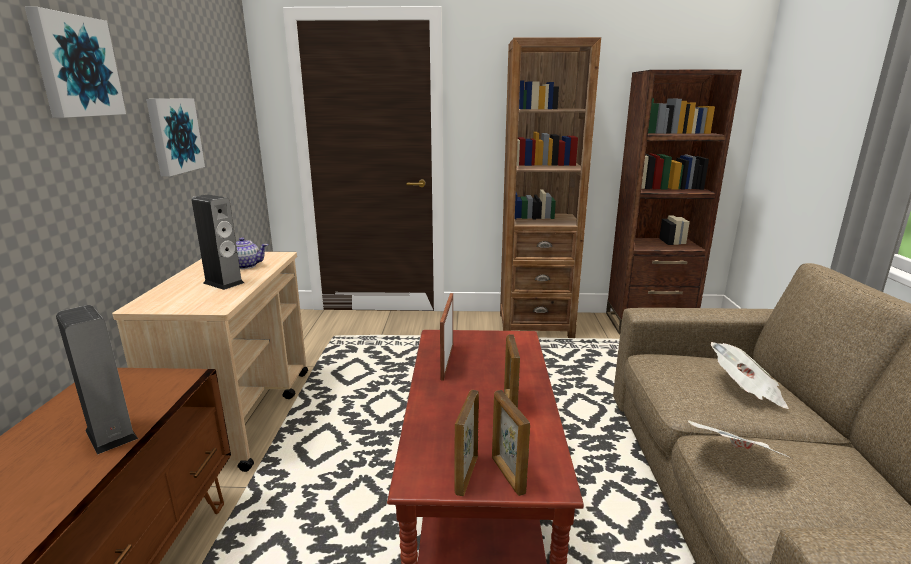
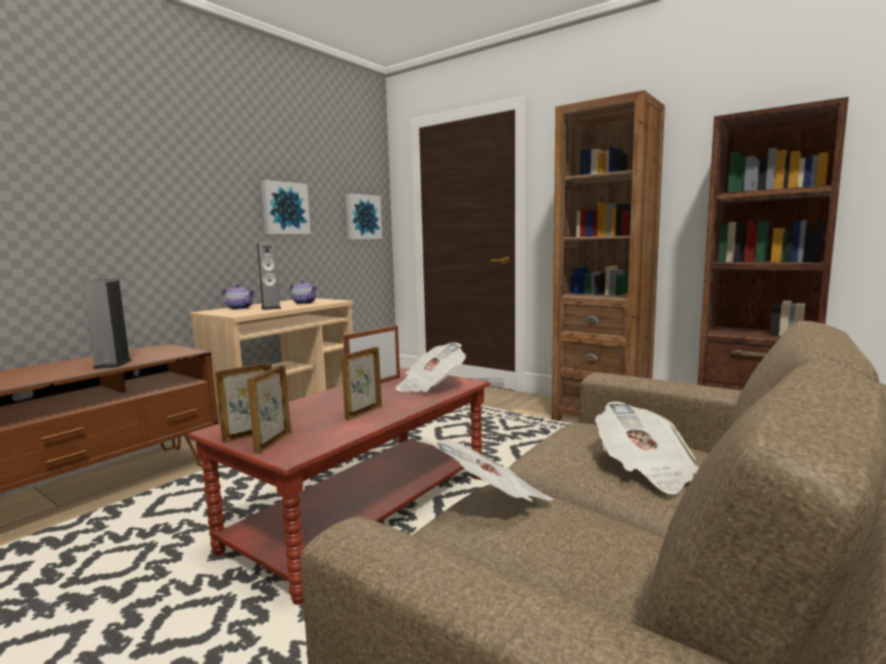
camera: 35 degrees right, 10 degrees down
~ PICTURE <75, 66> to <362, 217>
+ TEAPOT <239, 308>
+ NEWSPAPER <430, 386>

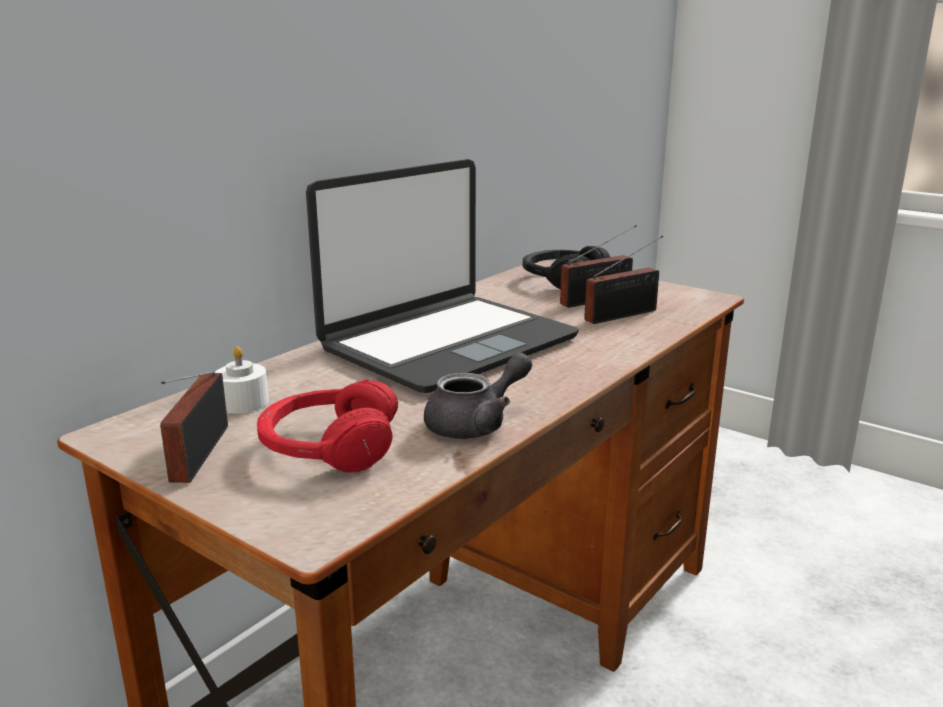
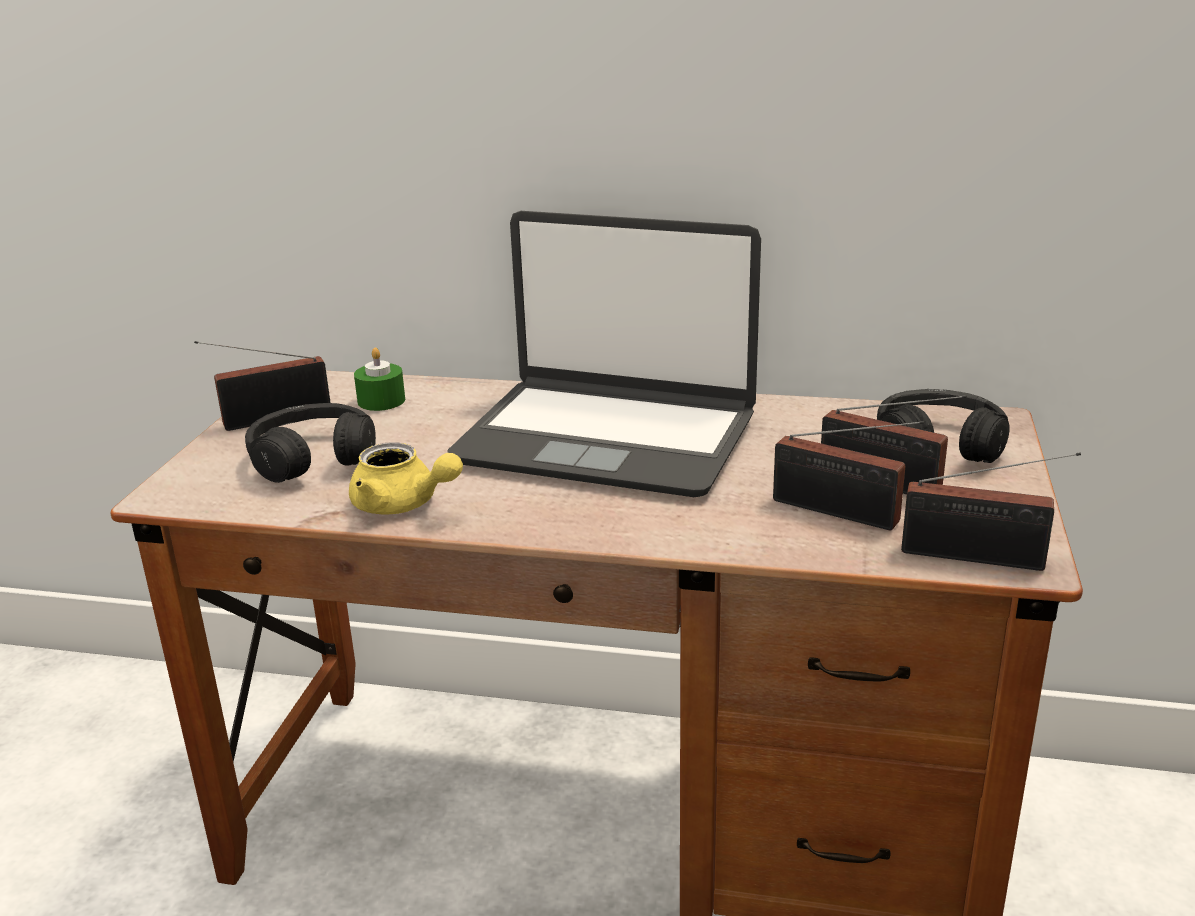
camera: 65 degrees right, 5 degrees up
~ WHITE CANDLE <243, 402> to GREEN CANDLE <381, 401>
~ RED HEADPHONES <329, 448> to BLACK HEADPHONES <313, 458>
~ GREY TEAPOT <476, 424> to YELLOW TEAPOT <403, 505>
+ RADIO <980, 558>

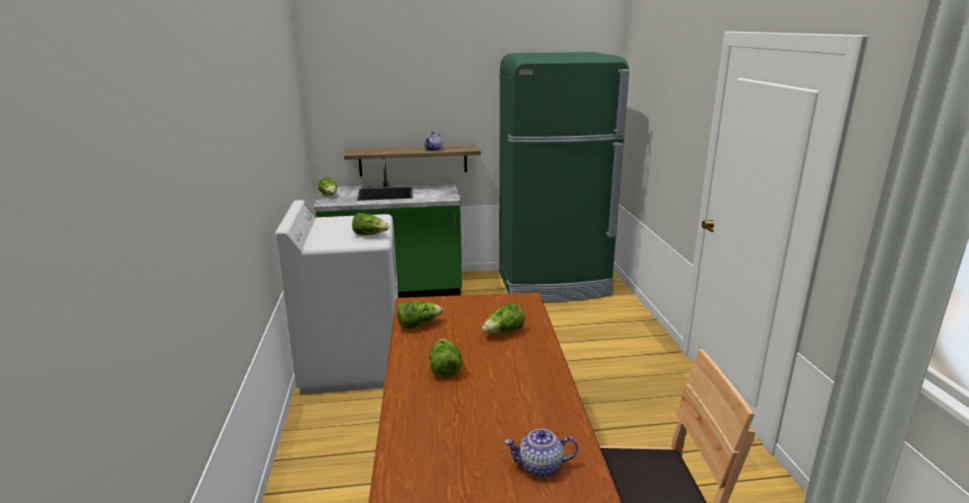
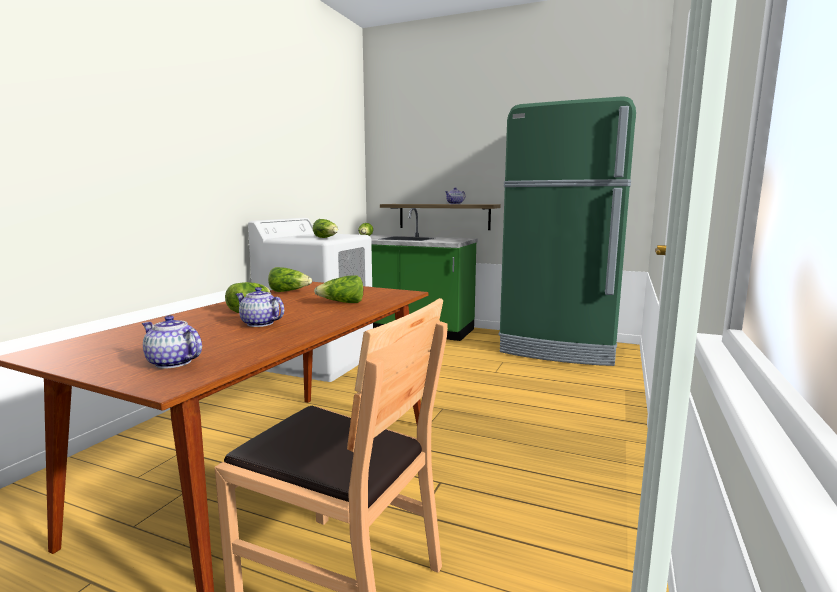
camera: 30 degrees right, 10 degrees down
+ TEAPOT <260, 324>

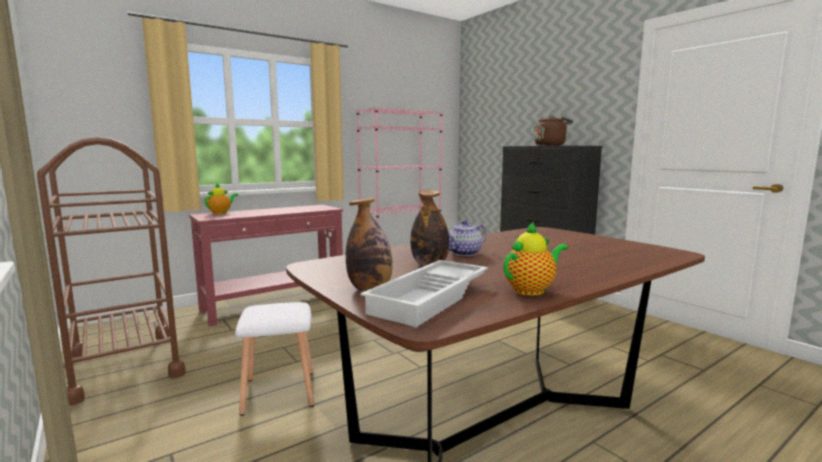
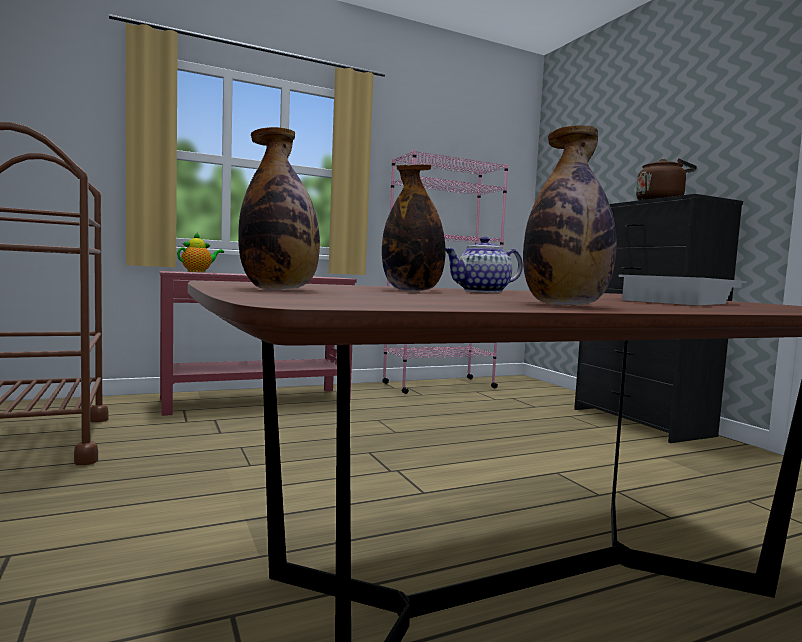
camera: 10 degrees right, 5 degrees down
- WHITE STOOL <278, 391>
~ WHITE TRAY <431, 299> to <687, 301>
~ TEAPOT <531, 290> to BOTTLE <565, 305>

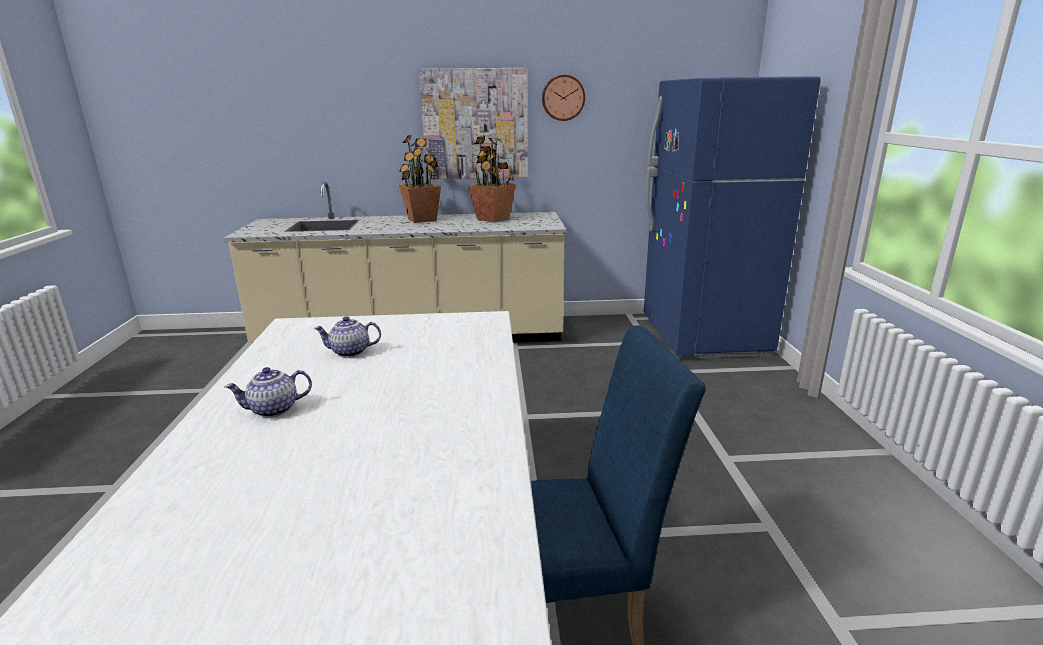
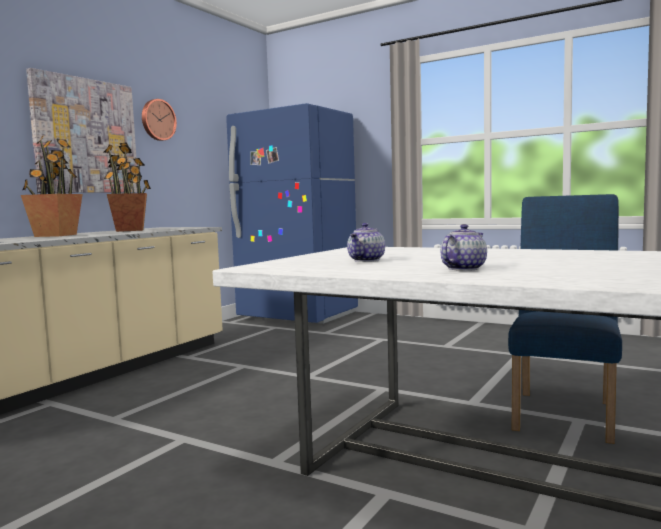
camera: 55 degrees left, 15 degrees down
~ TEAPOT <273, 410> = <462, 269> 150 degrees counterclockwise

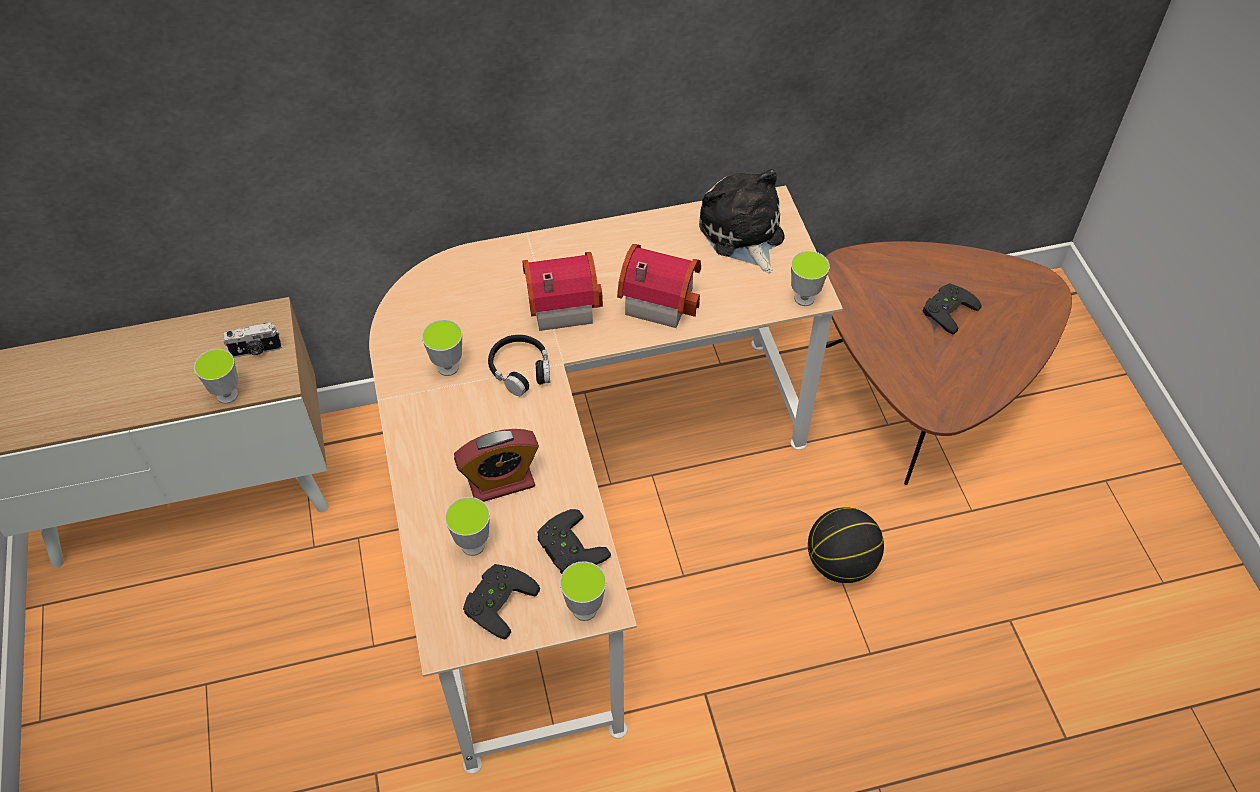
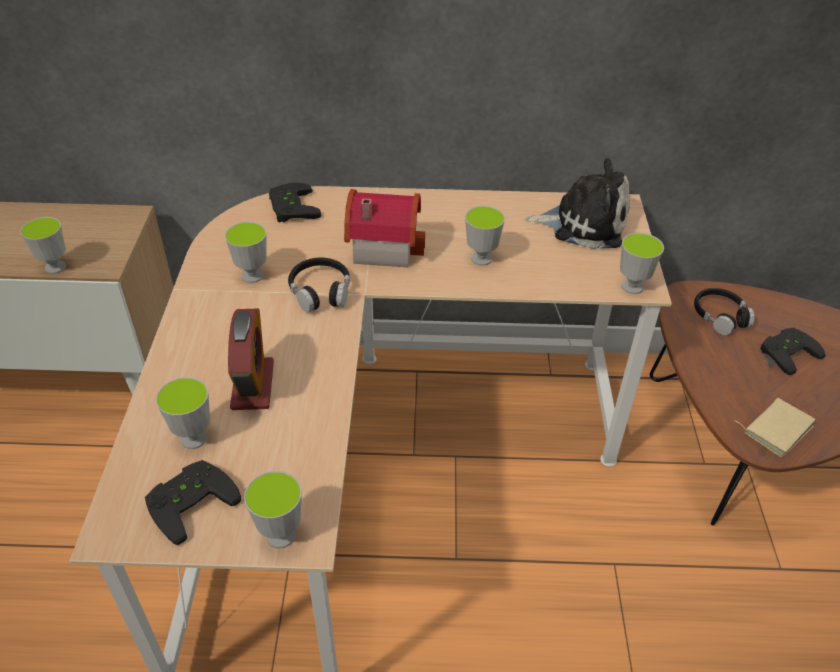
camera: 15 degrees right, 10 degrees down
- PHOTO CAMERA <256, 350>
~ ALARM CLOCK <501, 482> = <253, 385> 90 degrees counterclockwise
~ BLACK GAME CONTROLLER <567, 549> to <290, 207>
~ TOY HOUSE <658, 298> to CUP <481, 259>
~ PLUSH TOY <742, 234> = <584, 223> 105 degrees clockwise
- BASKETBALL <841, 563>
+ BLACK HEADPHONES <720, 316>
+ BEIGE BOOK <776, 428>

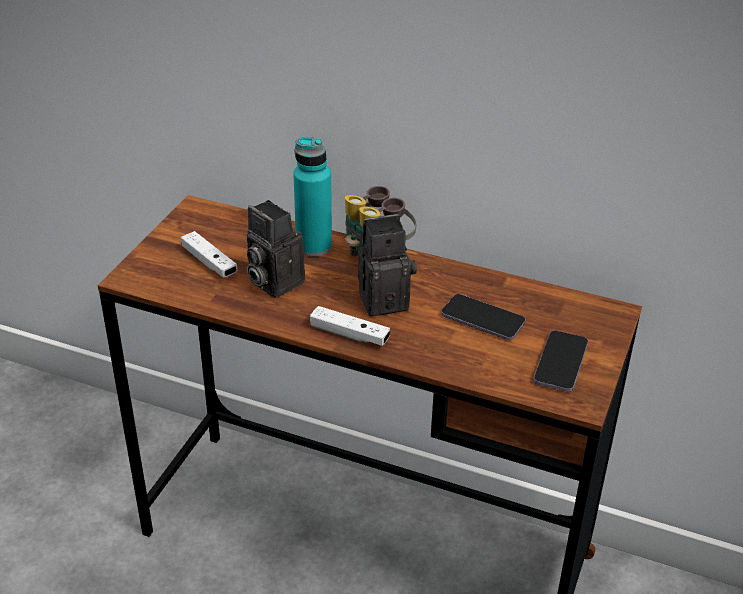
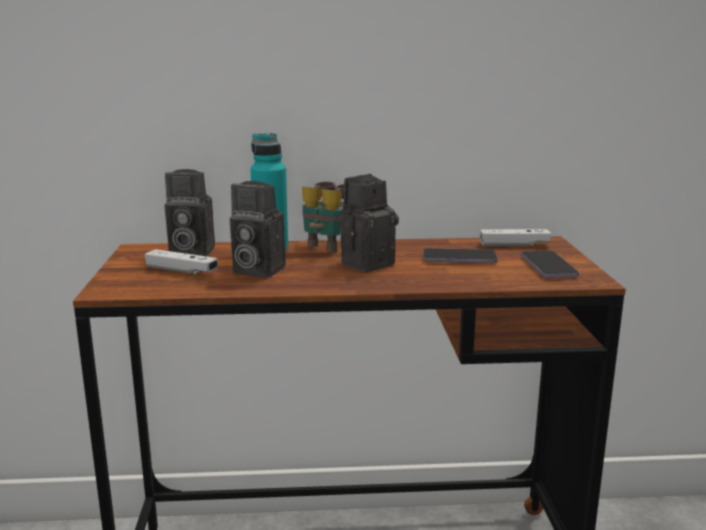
camera: 25 degrees left, 20 degrees down
~ WHITE GAME CONTROLLER <349, 334> to <514, 245>
+ PHOTO CAMERA <189, 252>

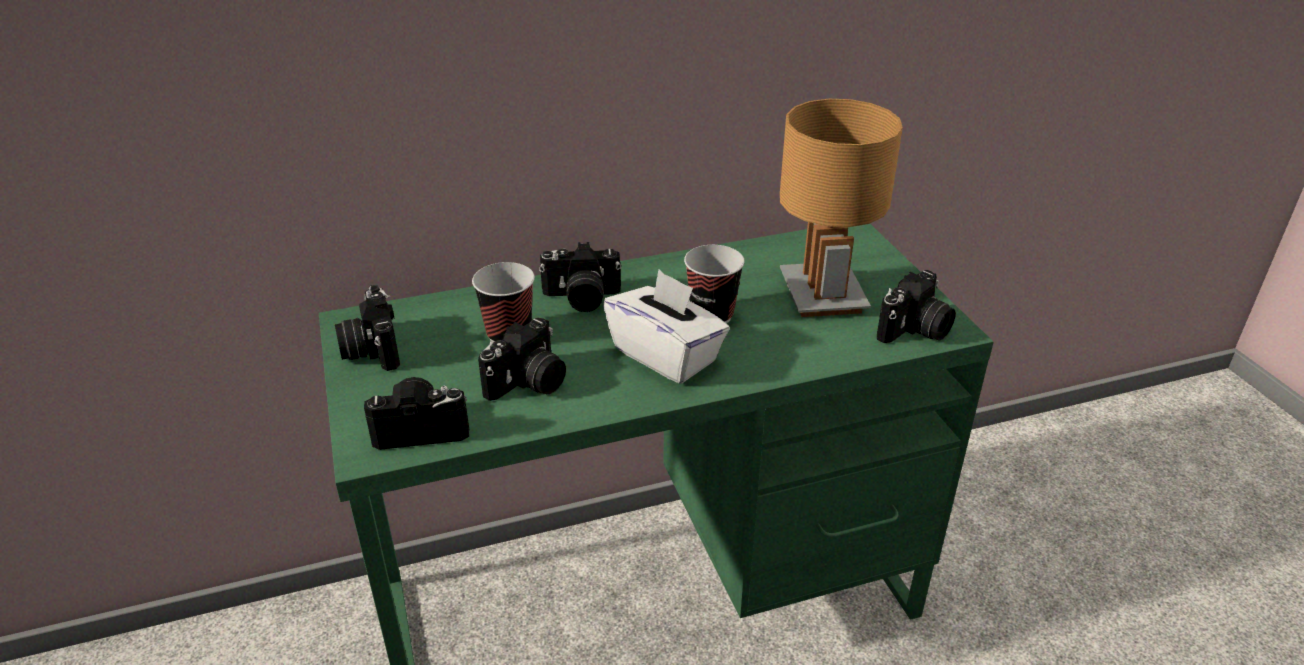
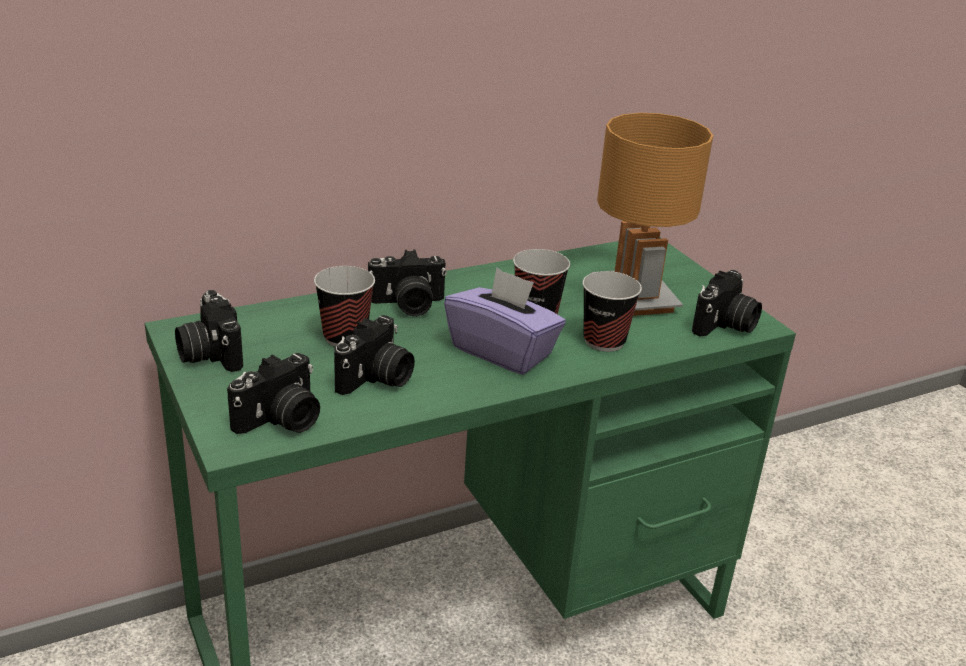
camera: 10 degrees left, 5 degrees down
~ PHOTO CAMERA <421, 428> = <281, 421> 150 degrees clockwise
~ WHITE TISSUE BOX <666, 355> to PURPLE TISSUE BOX <502, 351>
+ CUP <604, 341>

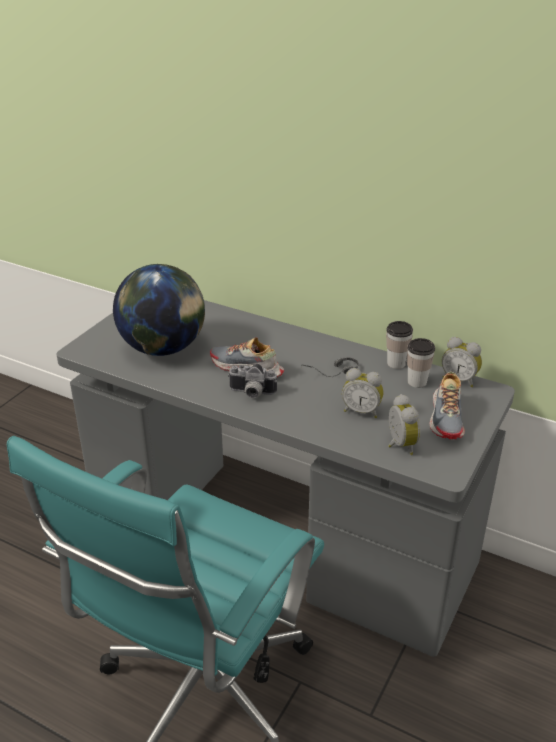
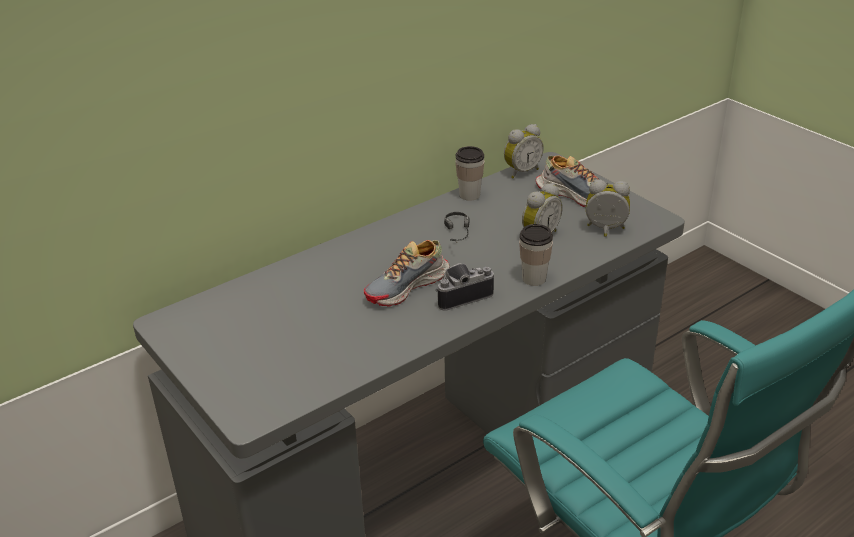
camera: 65 degrees left, 0 degrees up
- GLOBE <163, 349>
~ PHOTO CAMERA <251, 393> = <461, 295> 150 degrees counterclockwise
~ CUP <417, 382> to <534, 278>

